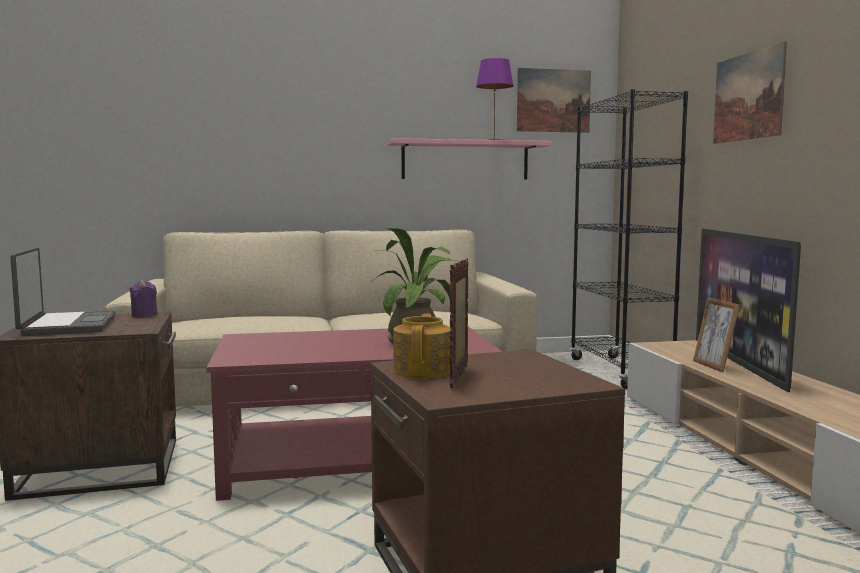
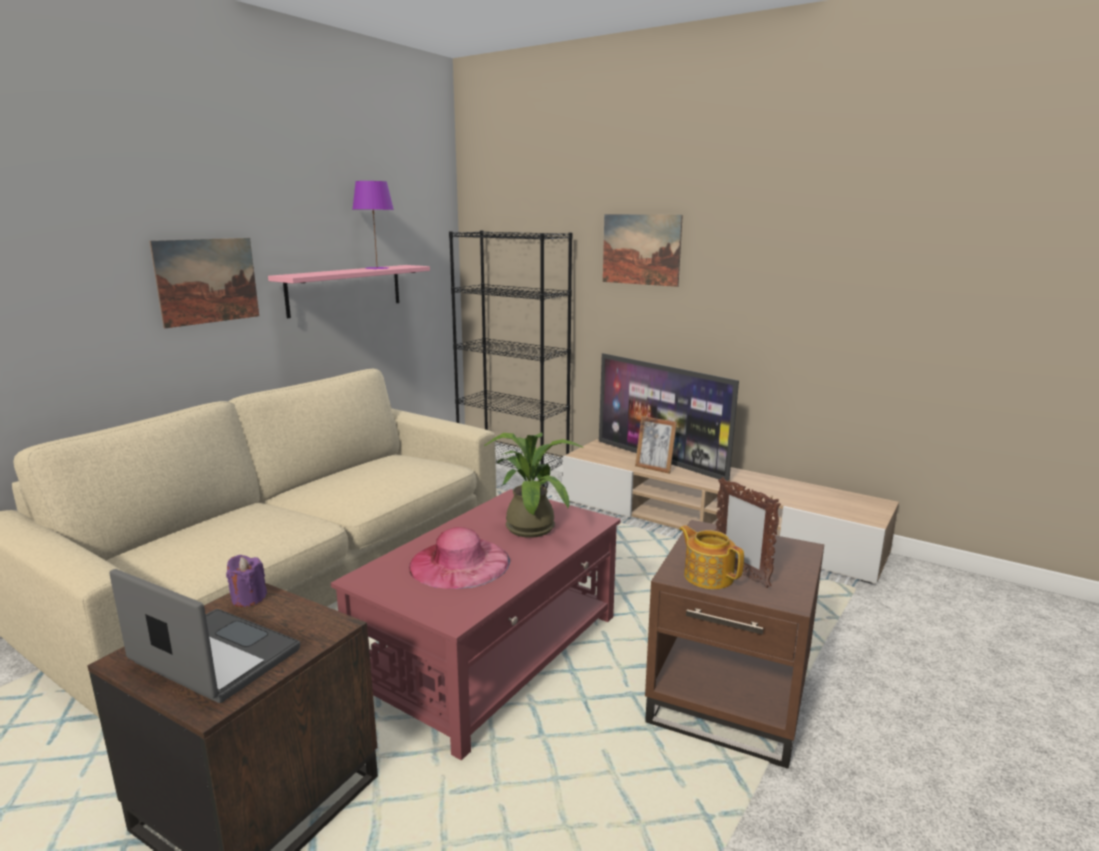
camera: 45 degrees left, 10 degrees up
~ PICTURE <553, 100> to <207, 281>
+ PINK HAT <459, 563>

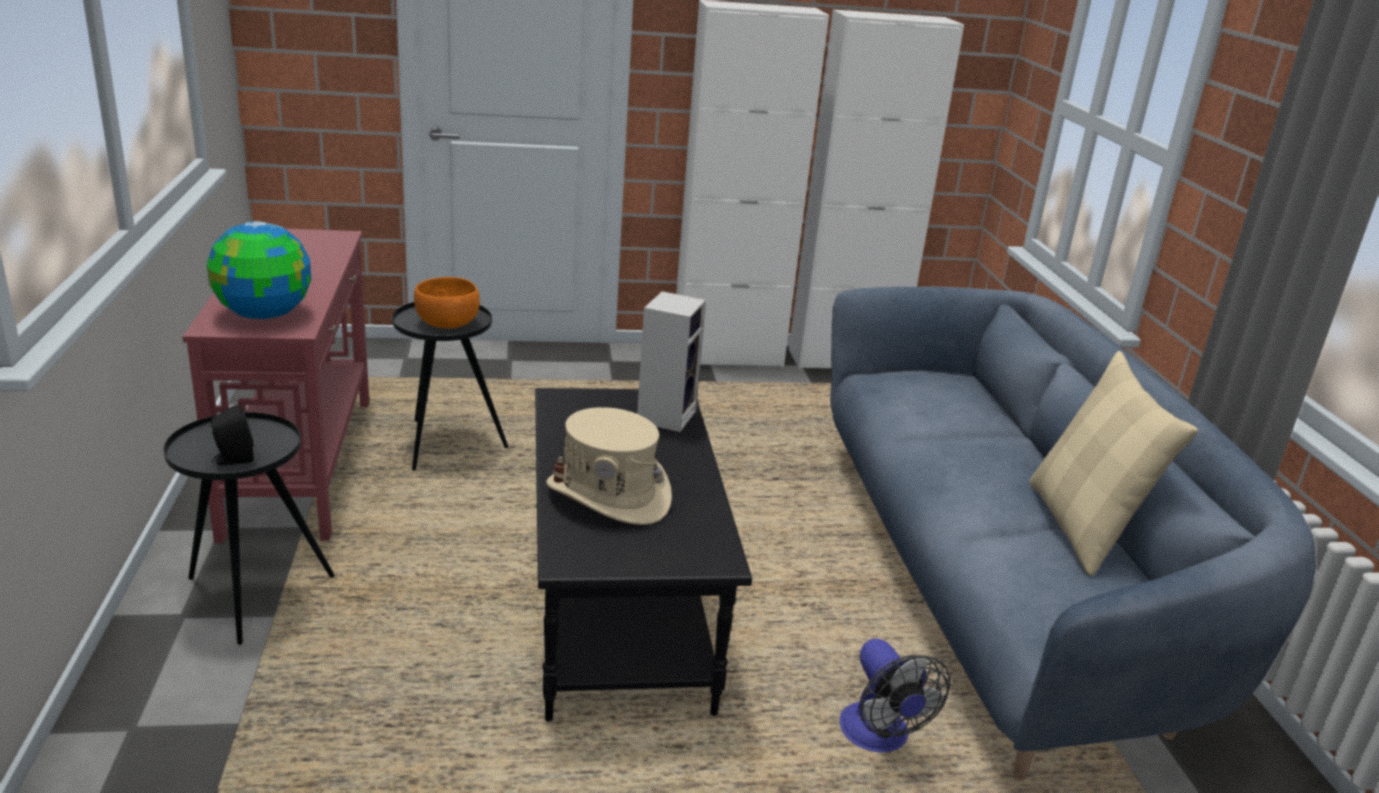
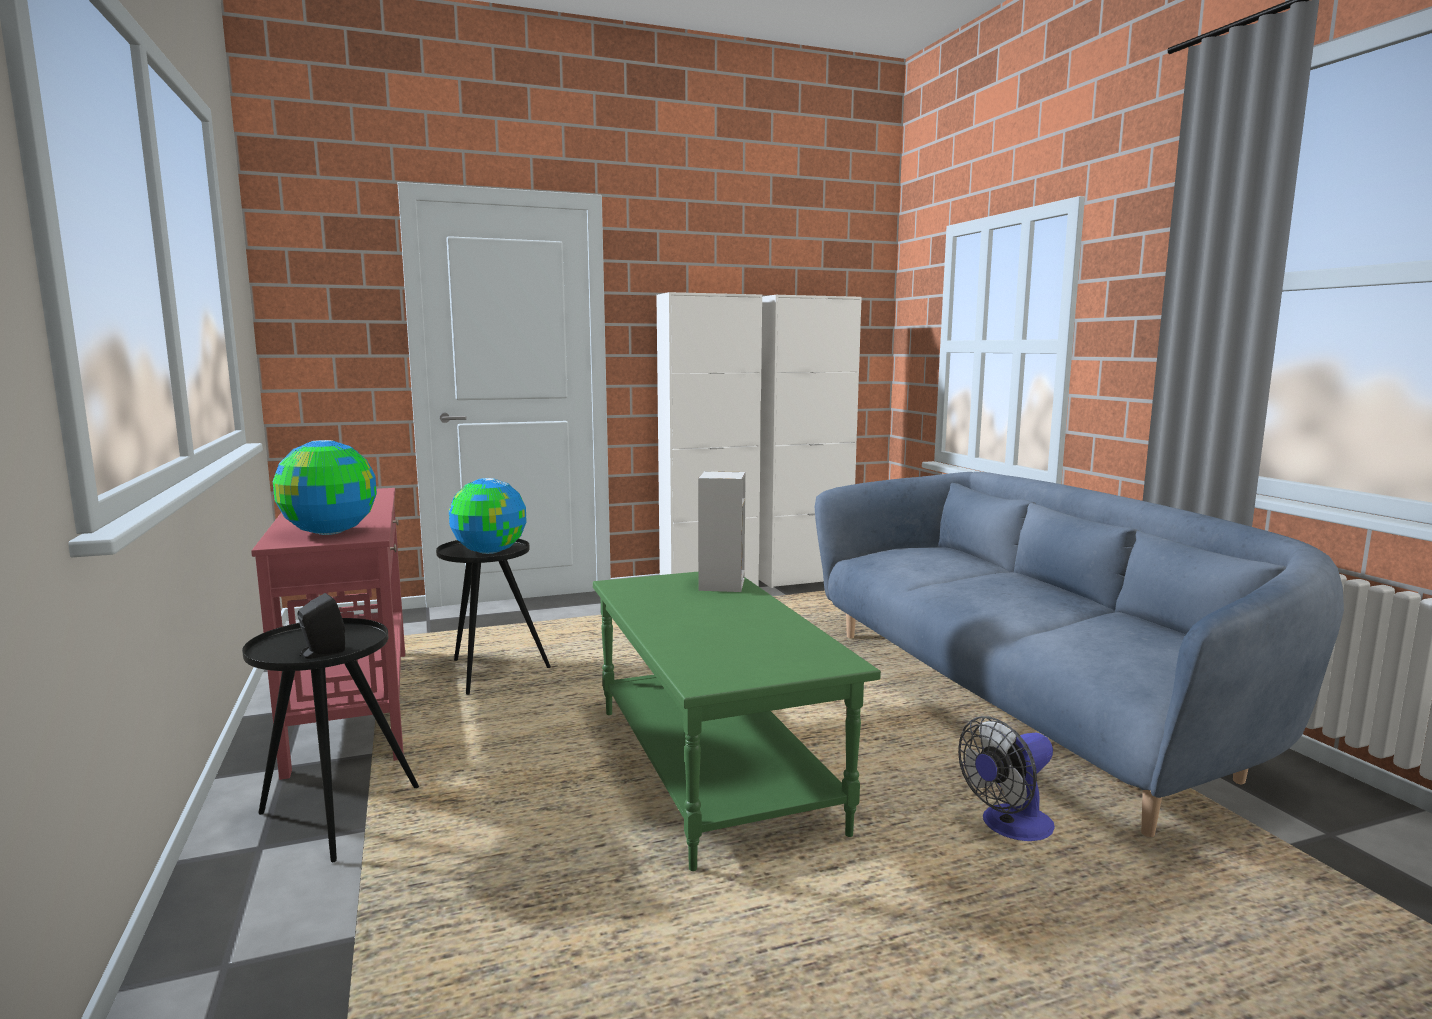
camera: 10 degrees left, 15 degrees down
~ ORANGE BOWL <447, 324> to GLOBE <490, 552>
~ BLACK COFFEE TABLE <622, 608> to GREEN COFFEE TABLE <715, 767>
- BEIGE HAT <609, 496>
~ FAN <880, 738> = <1009, 827> 90 degrees clockwise
- BEIGE PILLOW <1082, 528>

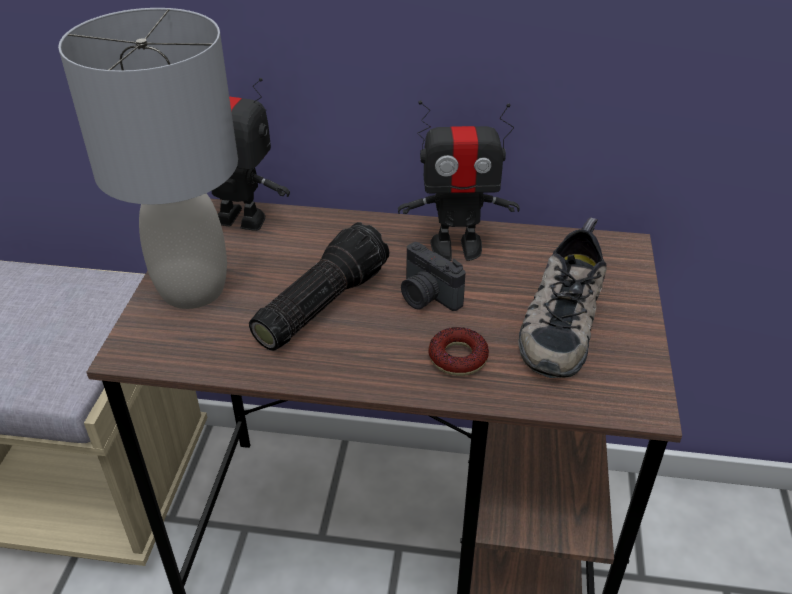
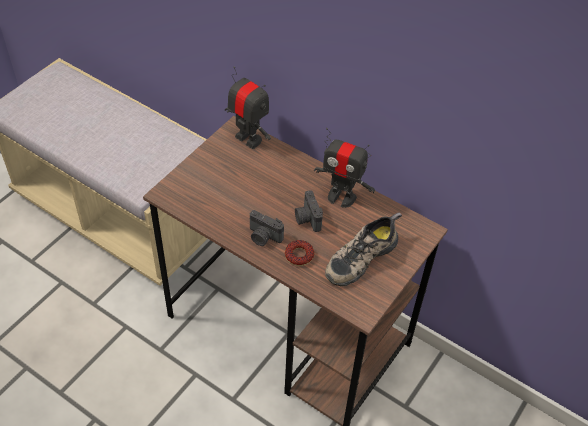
camera: 25 degrees right, 10 degrees up
- GREY TABLE LAMP <191, 290>
- FLASHLIGHT <320, 303>
+ PHOTO CAMERA <263, 237>

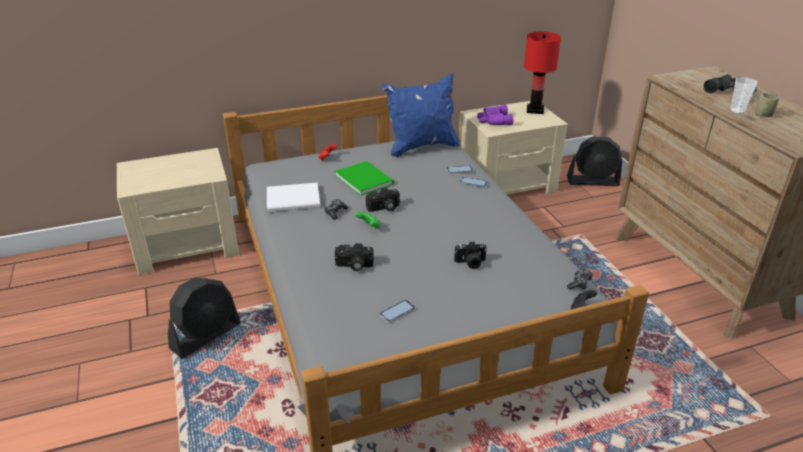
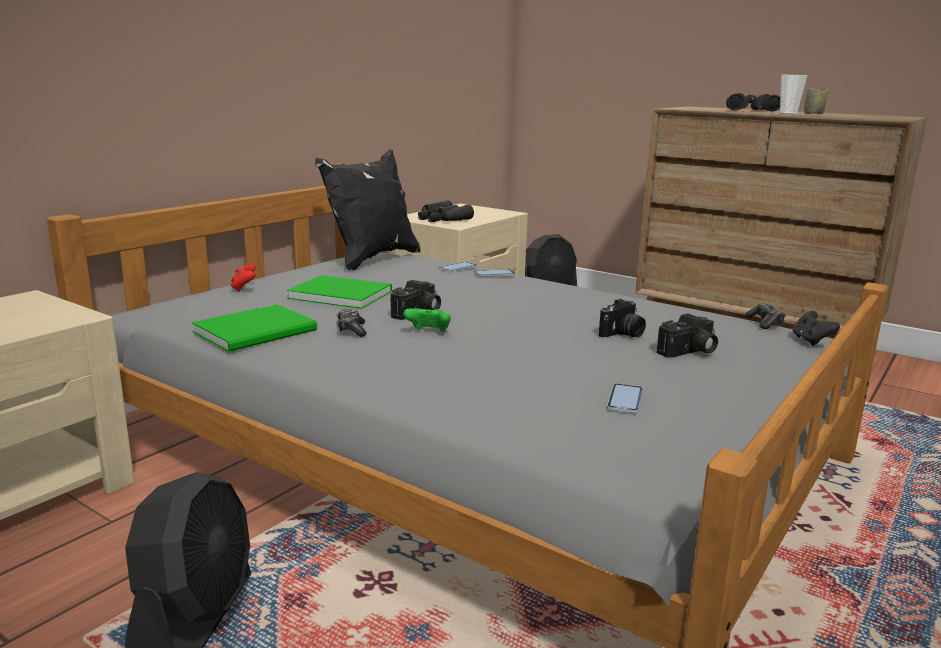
camera: 35 degrees left, 15 degrees down
~ WHITE BOOK <295, 199> to GREEN BOOK <259, 331>
~ PHOTO CAMERA <354, 266> to <689, 352>
~ BLUE PILLOW <421, 146> to BLACK PILLOW <371, 259>
~ PURPLE BINOCULARS <493, 120> to BLACK BINOCULARS <442, 219>
- RED TABLE LAMP <534, 110>

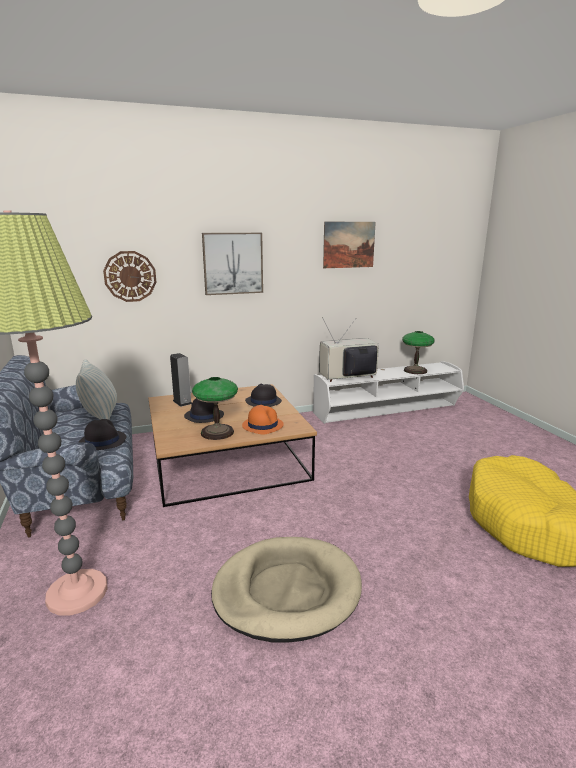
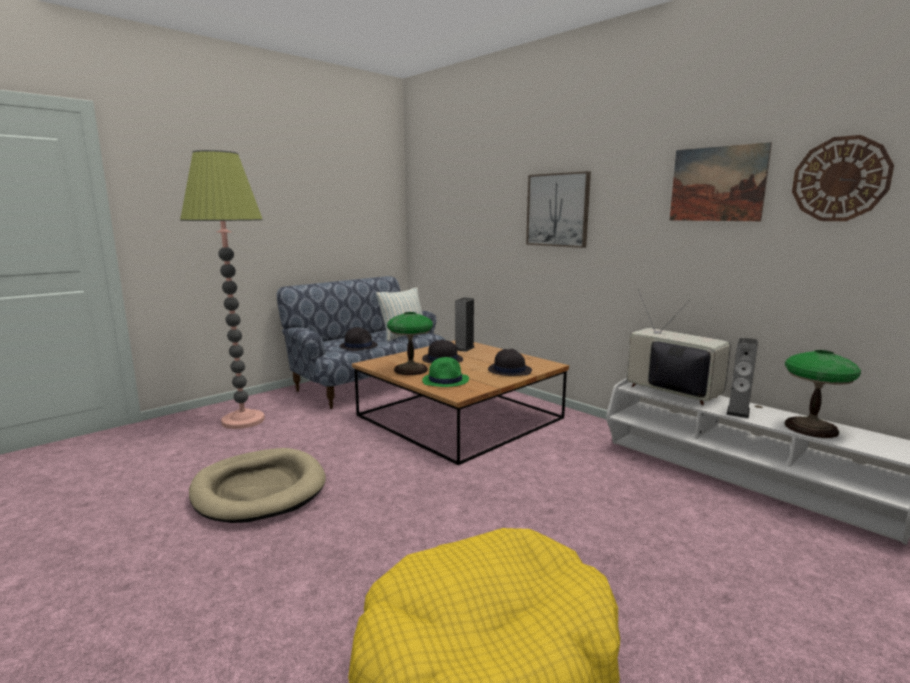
camera: 65 degrees right, 5 degrees down
~ WALL CLOCK <130, 276> to <840, 179>
~ ORANGE HAT <262, 425> to GREEN HAT <446, 380>
+ SPEAKER <738, 411>

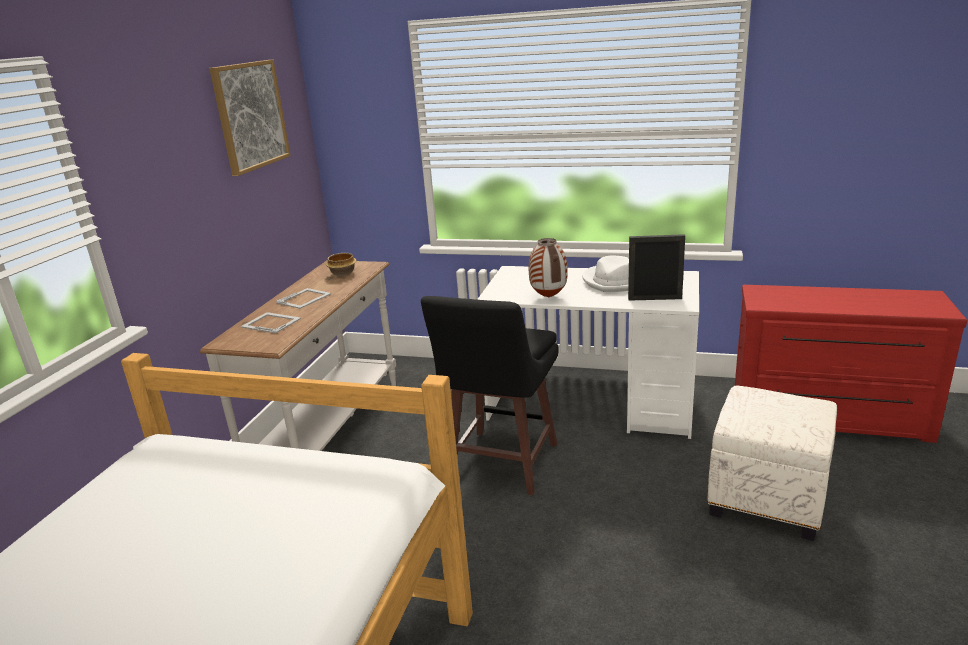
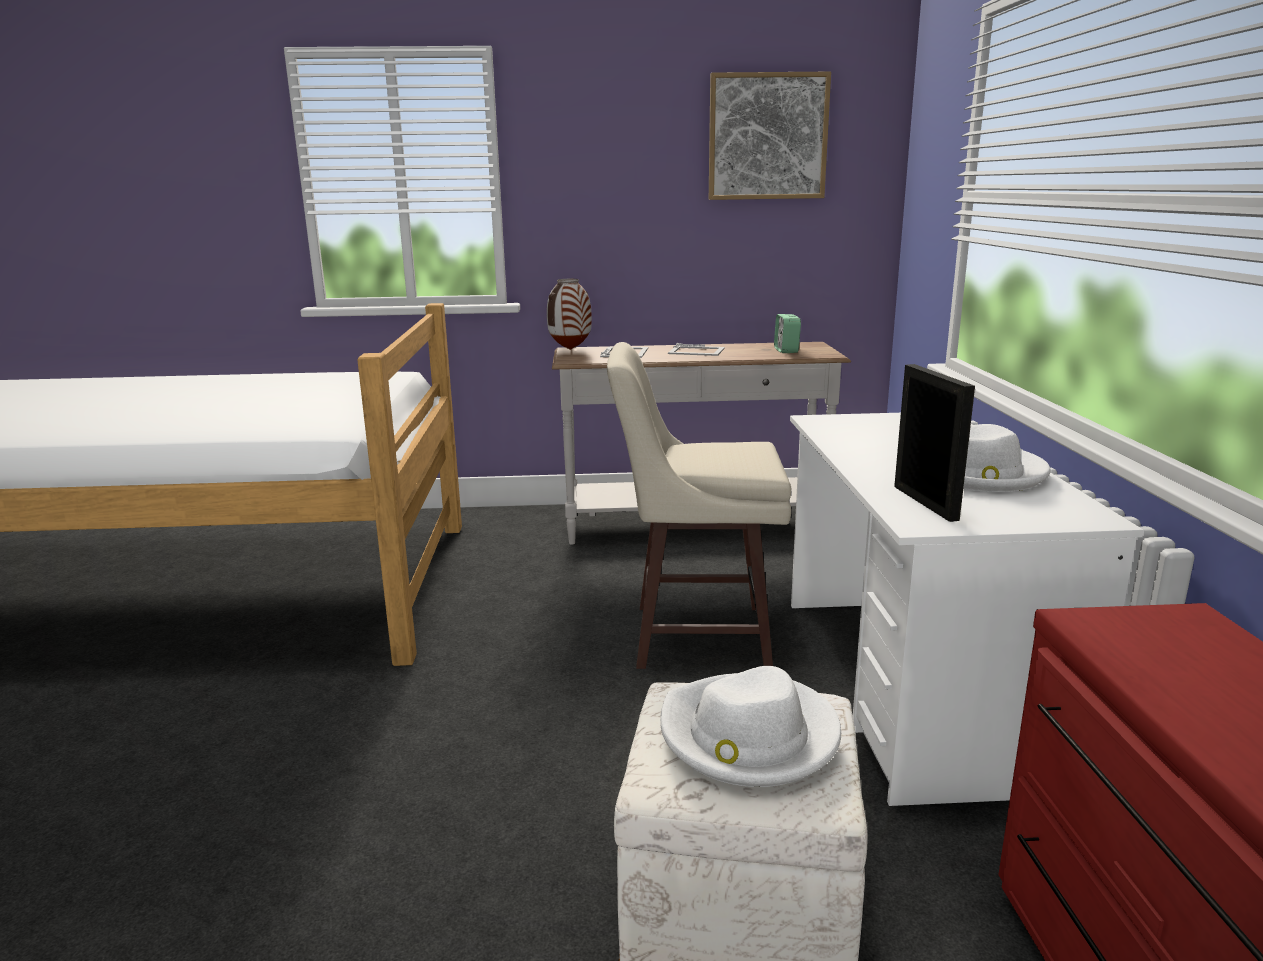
camera: 70 degrees right, 5 degrees down
~ BOWL <343, 273> to ALARM CLOCK <786, 350>
~ BLACK STOOL <501, 463> to BEIGE STOOL <695, 635>
~ VASE <548, 297> to <570, 349>
+ WHITE HAT <748, 736>

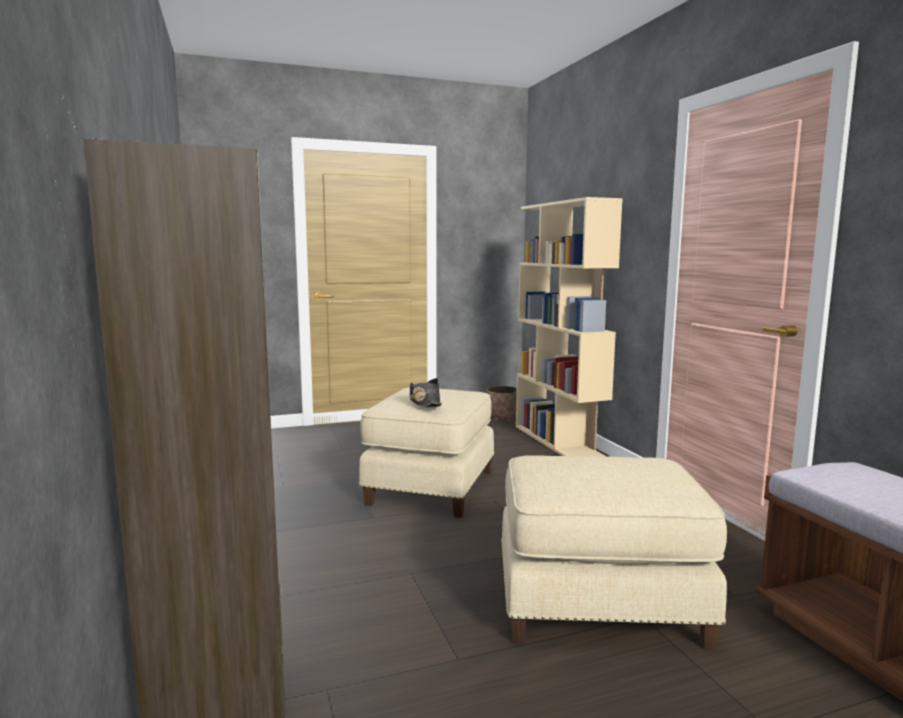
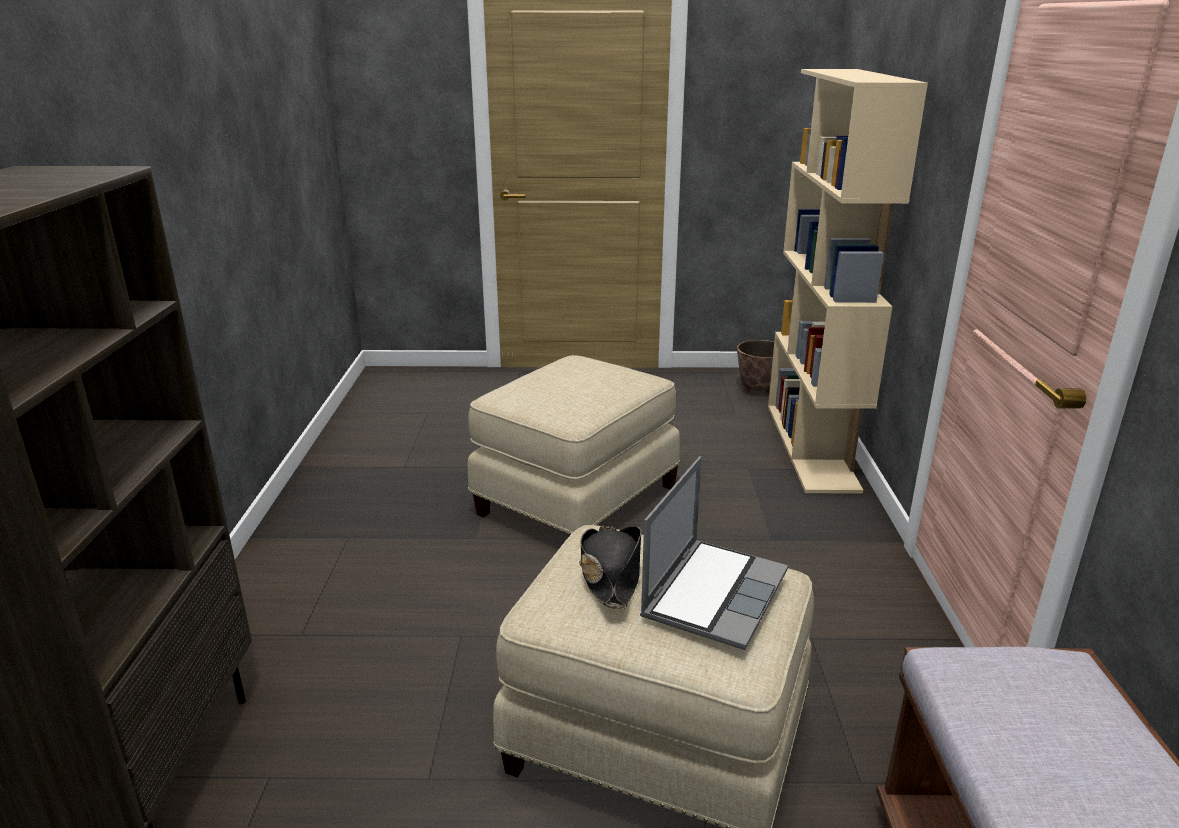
camera: 20 degrees right, 15 degrees up
~ BLACK HAT <424, 402> to <610, 573>
+ LAPTOP <713, 593>

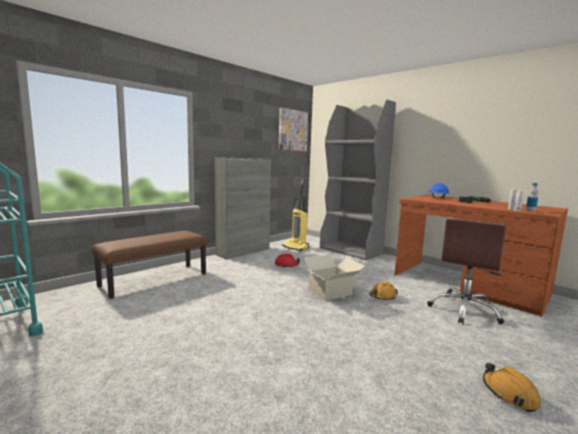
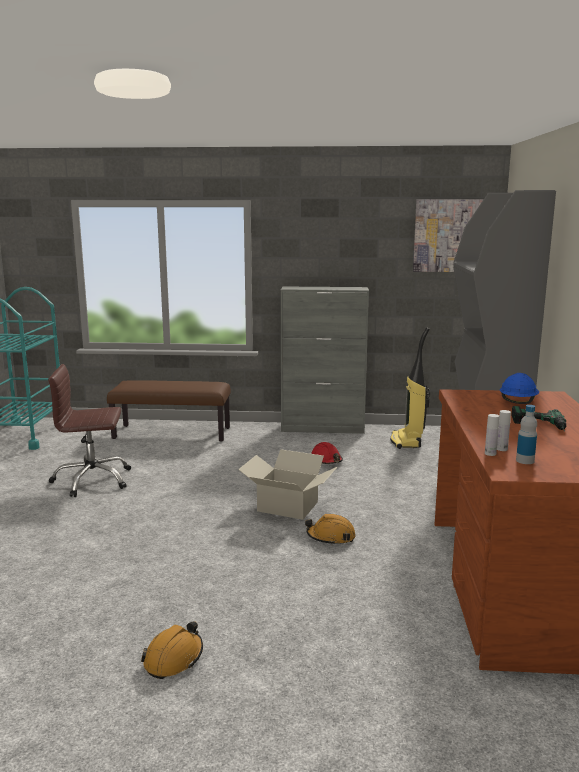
camera: 50 degrees right, 5 degrees up
~ BROWN OFFICE CHAIR <464, 310> to <92, 480>

